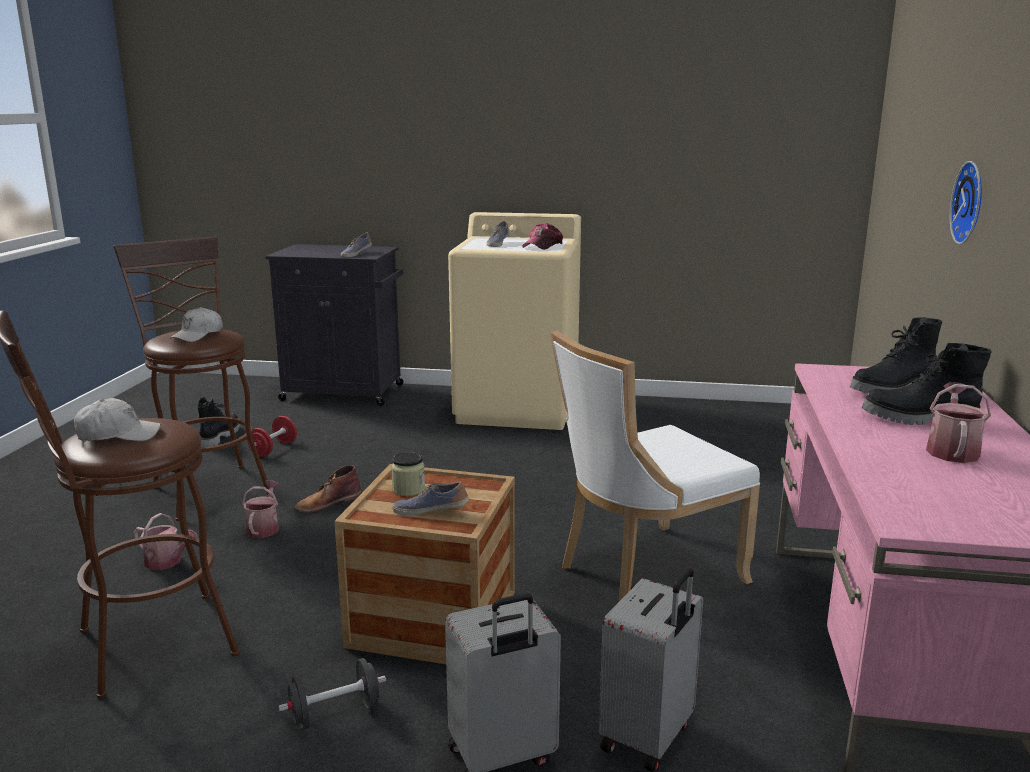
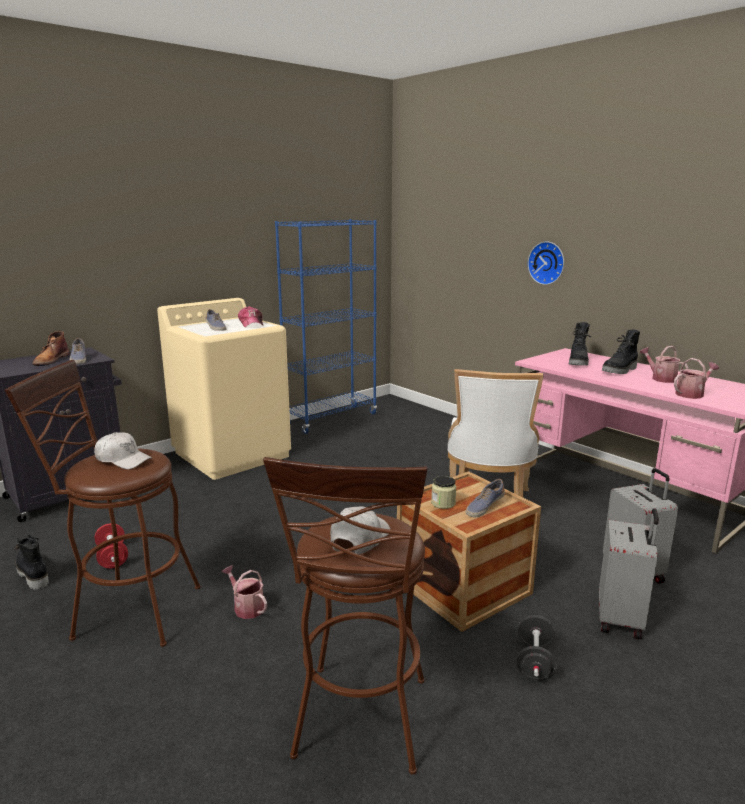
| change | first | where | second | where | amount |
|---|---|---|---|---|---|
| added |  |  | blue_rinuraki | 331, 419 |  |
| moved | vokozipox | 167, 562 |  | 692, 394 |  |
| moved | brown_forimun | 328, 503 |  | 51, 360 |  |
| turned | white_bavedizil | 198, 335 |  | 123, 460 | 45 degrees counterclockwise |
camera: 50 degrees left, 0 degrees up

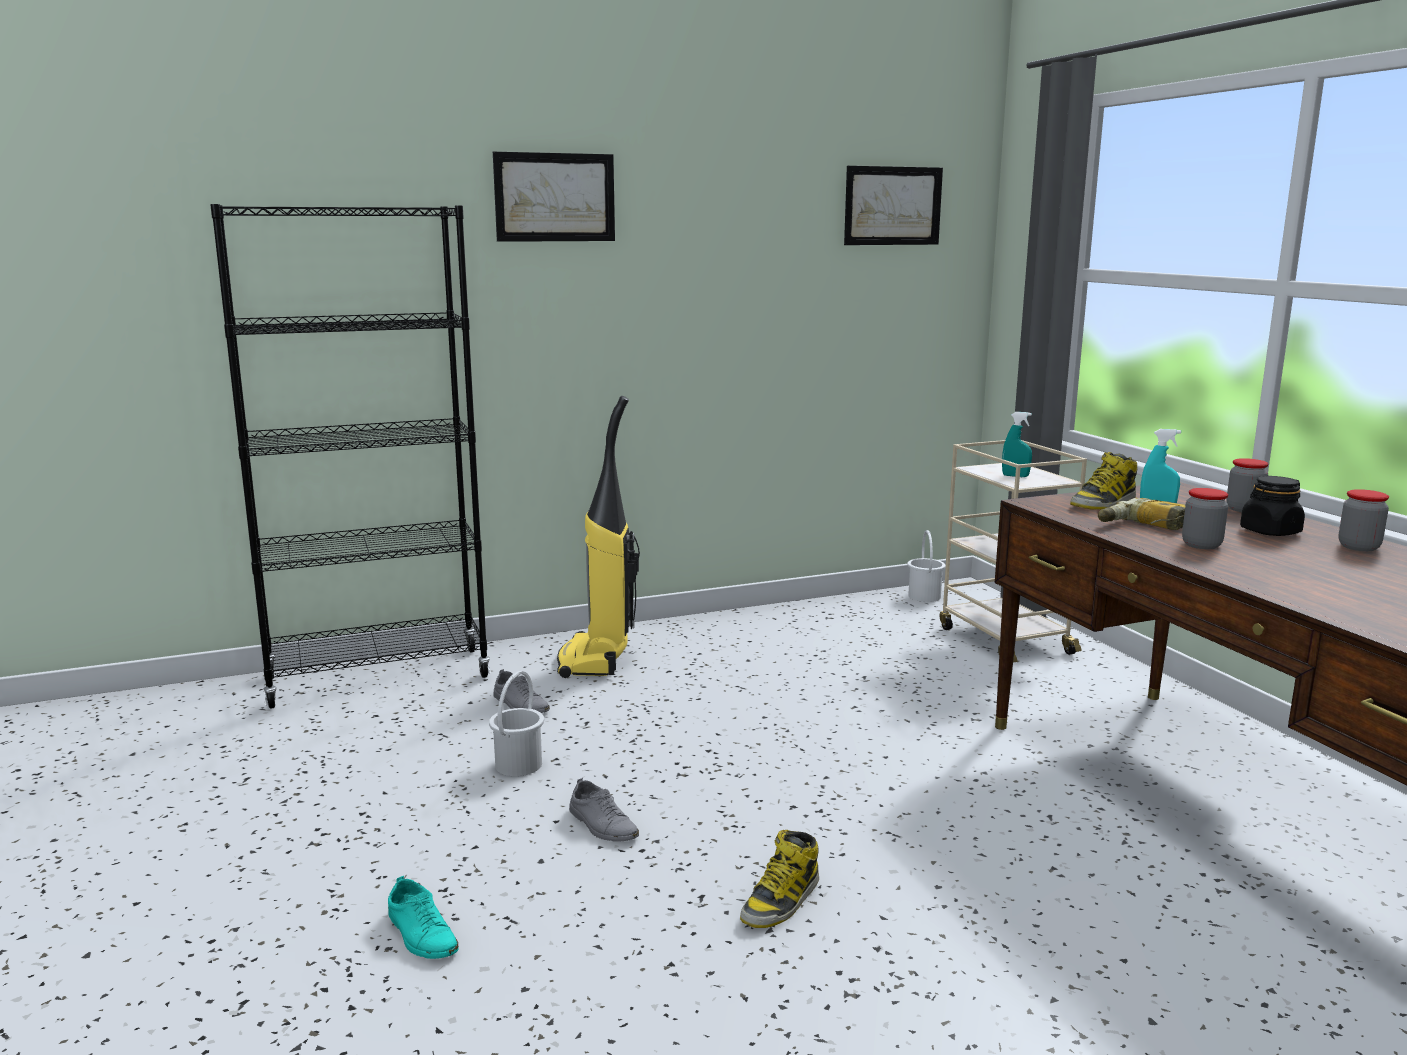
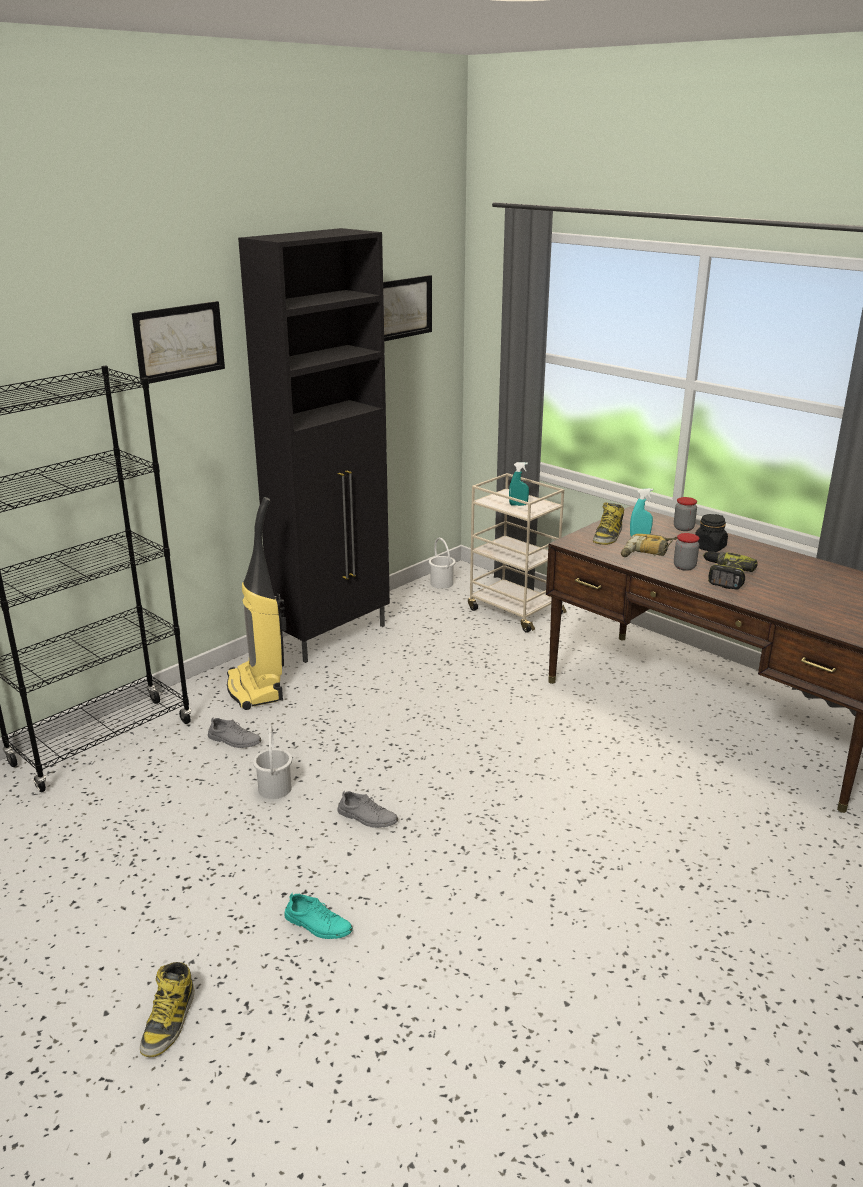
| change | first | where | second | where | amount |
|---|---|---|---|---|---|
| removed | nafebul | 1358, 547 |  |  |  |
| added |  |  | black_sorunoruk | 333, 636 |  |
| added |  |  | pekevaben | 724, 576 |  |
| moved | forimun | 781, 901 |  | 169, 1021 |  |
camera: 25 degrees left, 10 degrees up

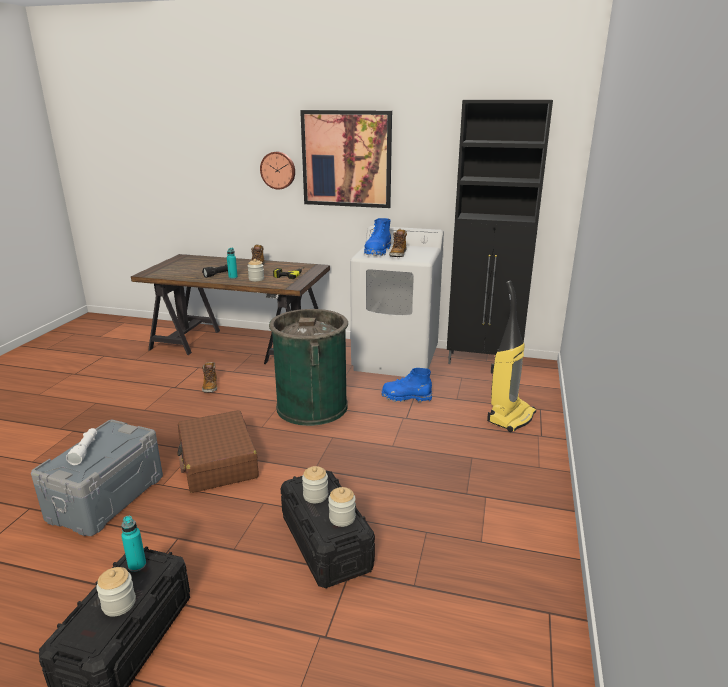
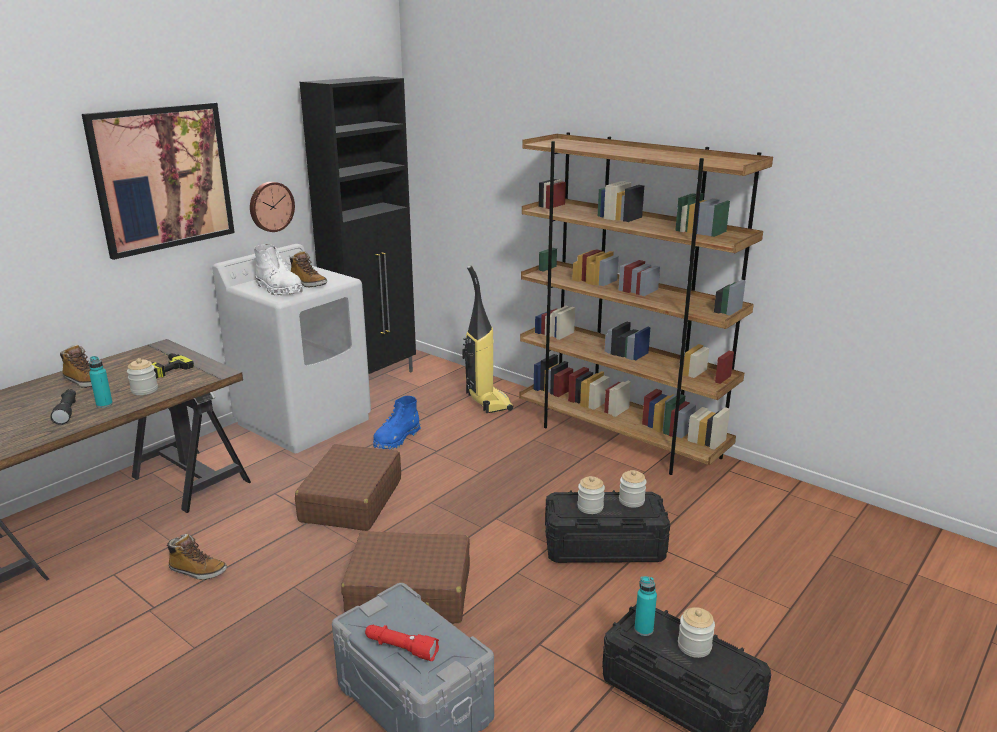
| change | first | where | second | where | amount |
|---|---|---|---|---|---|
| added |  |  | brown_rinuraki | 621, 439 |  |
| moved | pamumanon | 278, 170 |  | 270, 206 |  |
| replaced | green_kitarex | 312, 406 | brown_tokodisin | 351, 500 |  |
| recoloured | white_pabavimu | 85, 450 | red_pabavimu | 401, 648 |  |
| recoloured | blue_forimun | 377, 251 | white_forimun | 279, 289 |  |
camera: 65 degrees left, 0 degrees up

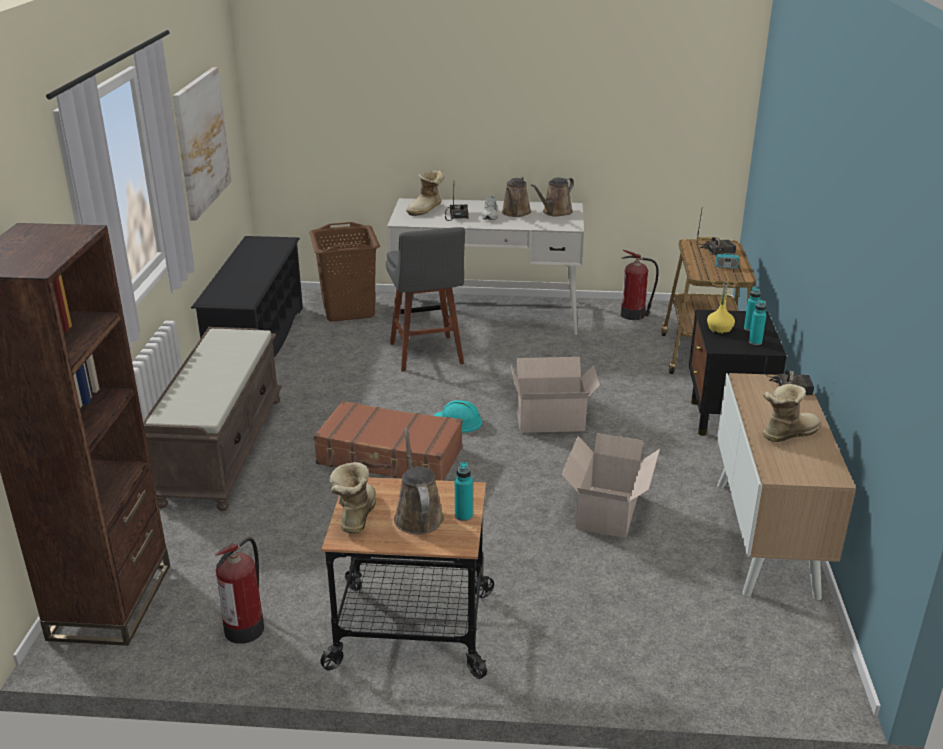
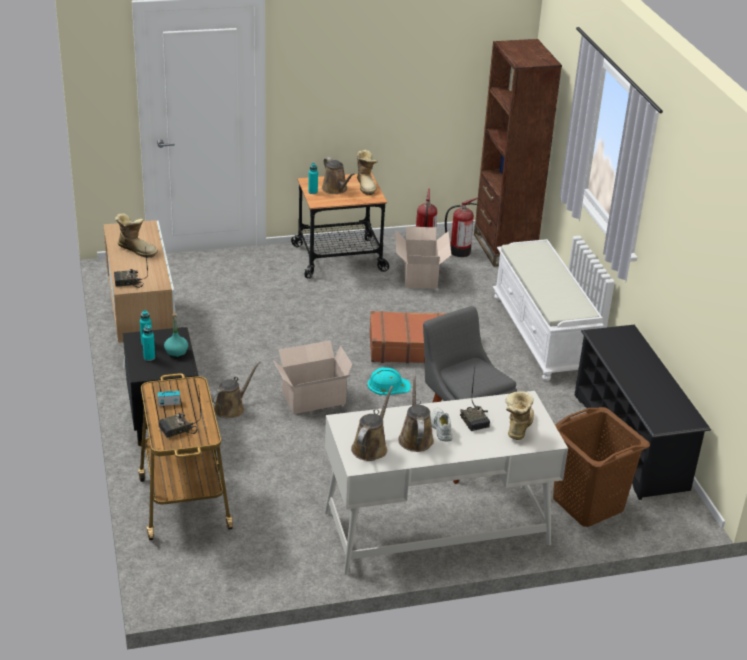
| change | first | where | second | where | amount |
|---|---|---|---|---|---|
| removed | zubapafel | 201, 142 |  |  |  |
| added |  |  | brown_vokozipox | 231, 408 |  |
| moved | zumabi | 606, 513 |  | 420, 274 |  |
| moved | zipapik | 634, 315 |  | 458, 252 |  |
| recoloured | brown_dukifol | 222, 448 | white_dukifol | 542, 335 |  |
| recoloured | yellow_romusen | 719, 329 | turquoise_romusen | 176, 352 |  |
| turned | forimun | 786, 433 |  | 137, 249 | 105 degrees counterclockwise |
camera: 160 degrees right, 5 degrees up

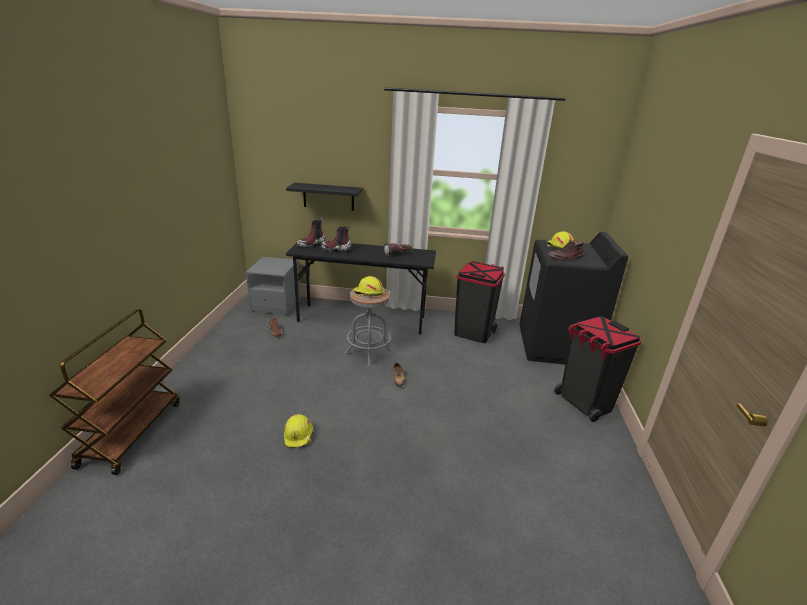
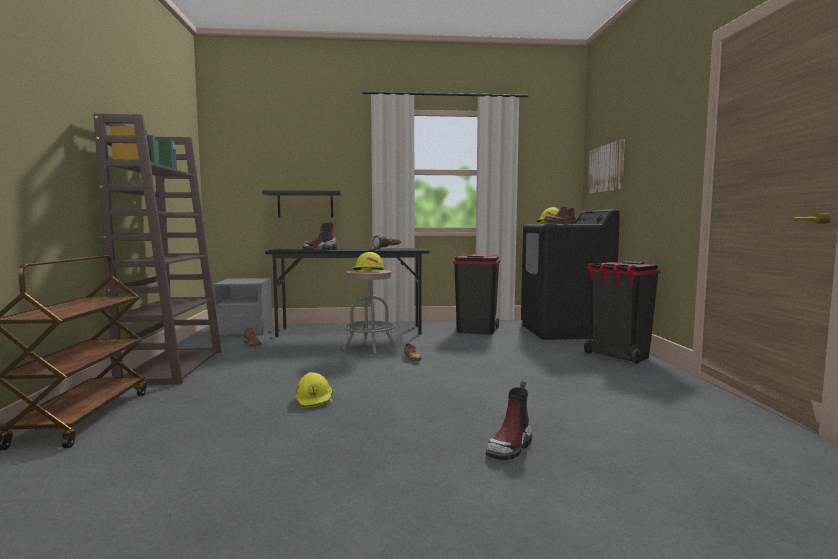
| change | first | where | second | where | amount |
|---|---|---|---|---|---|
| added |  |  | brown_rinuraki | 172, 366 |  |
| added |  |  | zubapafel | 606, 168 |  |
| moved | forimun | 311, 245 |  | 510, 447 |  |
camera: 10 degrees left, 20 degrees down

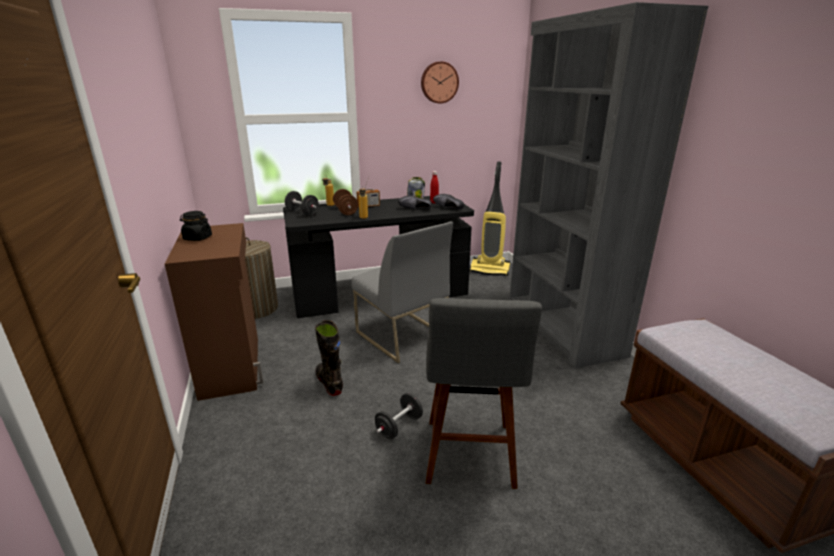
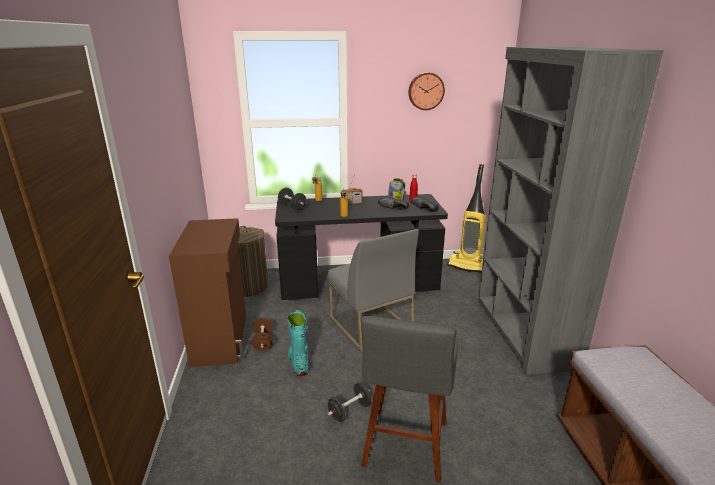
| change | first | where | second | where | amount |
|---|---|---|---|---|---|
| removed | black_nafebul | 197, 238 |  |  |  |
| moved | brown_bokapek | 345, 211 |  | 263, 342 |  |
| recoloured | black_forimun | 329, 383 | turquoise_forimun | 298, 364 |  |
camera: 10 degrees right, 0 degrees up

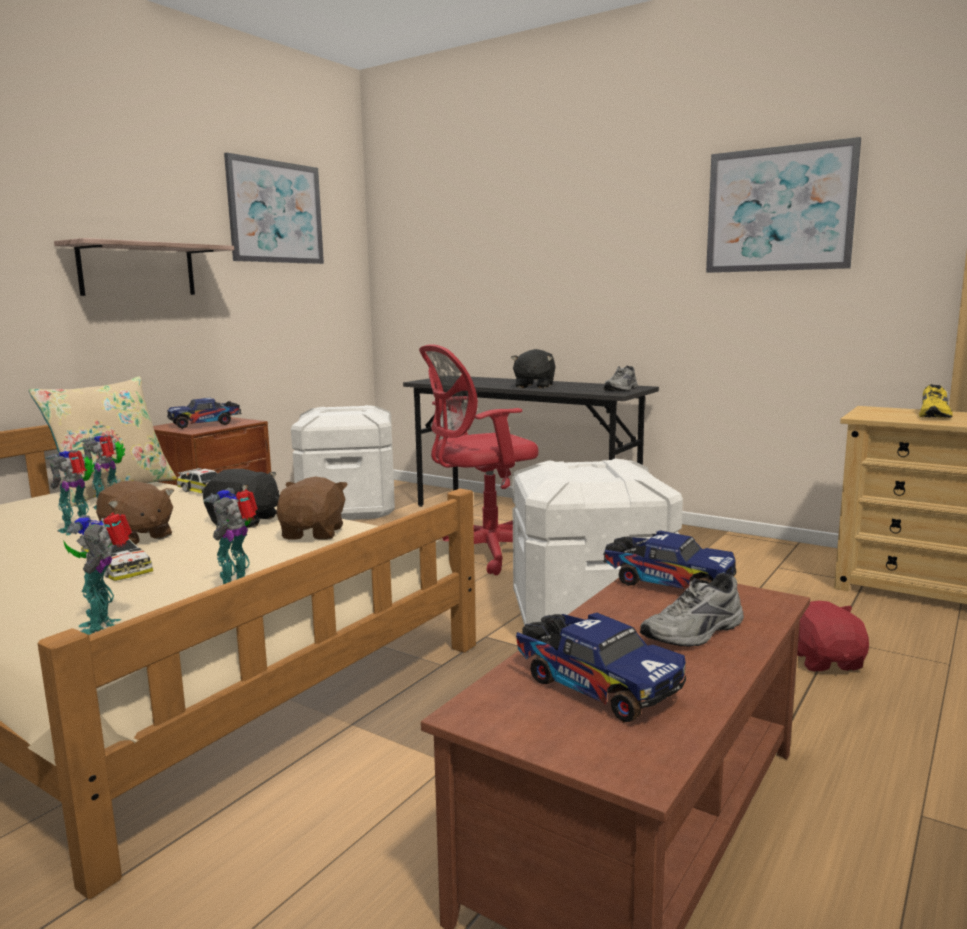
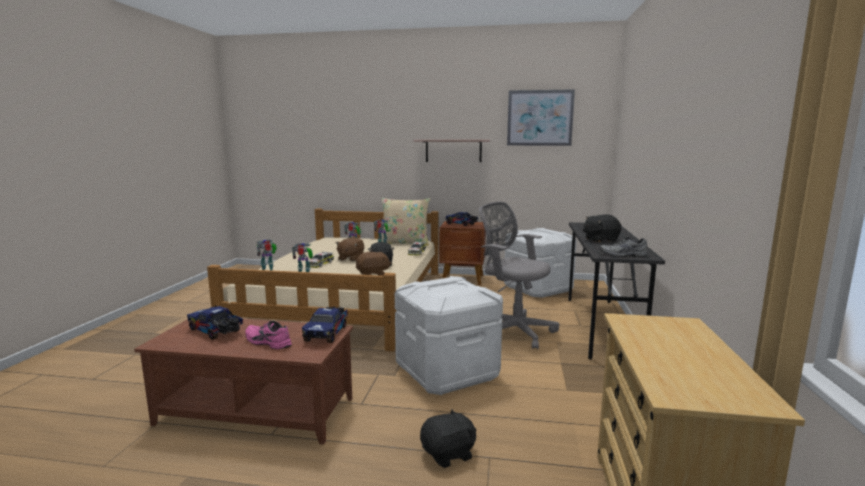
| change | first | where | second | where | amount |
|---|---|---|---|---|---|
| removed | zubapafel | 779, 209 |  |  |  |
| removed | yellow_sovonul | 935, 415 |  |  |  |
| recoloured | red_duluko | 484, 554 | grey_duluko | 513, 330 |  |
| recoloured | grey_sovonul | 696, 633 | pink_sovonul | 266, 342 |  |
| recoloured | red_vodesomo | 826, 661 | black_vodesomo | 448, 454 |  |
| turned | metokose | 594, 685 |  | 216, 332 | 105 degrees clockwise |
camera: 65 degrees right, 0 degrees up

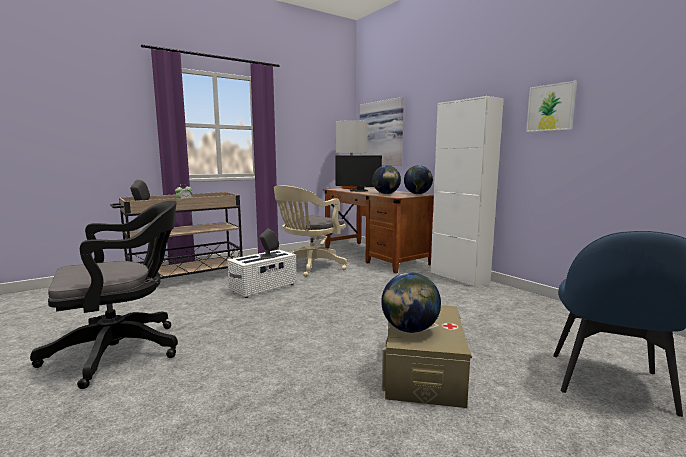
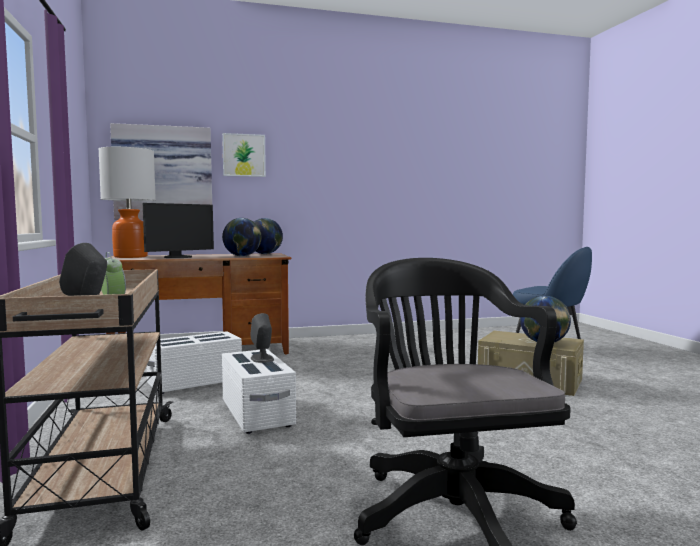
| change | first | where | second | where | amount |
|---|---|---|---|---|---|
| removed | white_sorunoruk | 459, 277 |  |  |  |
| moved | zubapafel | 551, 107 |  | 244, 155 |  |
| replaced | beige_duluko | 309, 267 | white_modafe | 194, 383 |  |
camera: 70 degrees left, 5 degrees down

